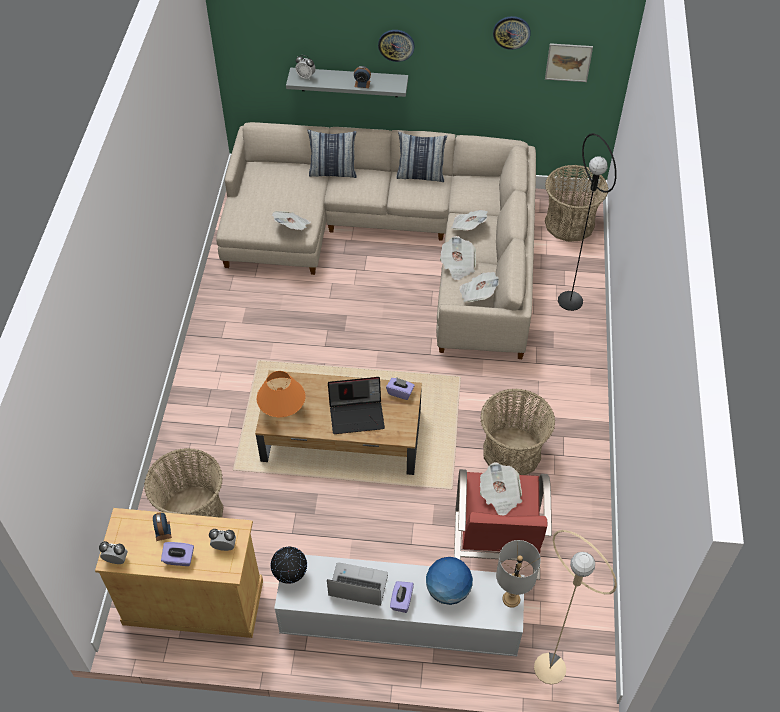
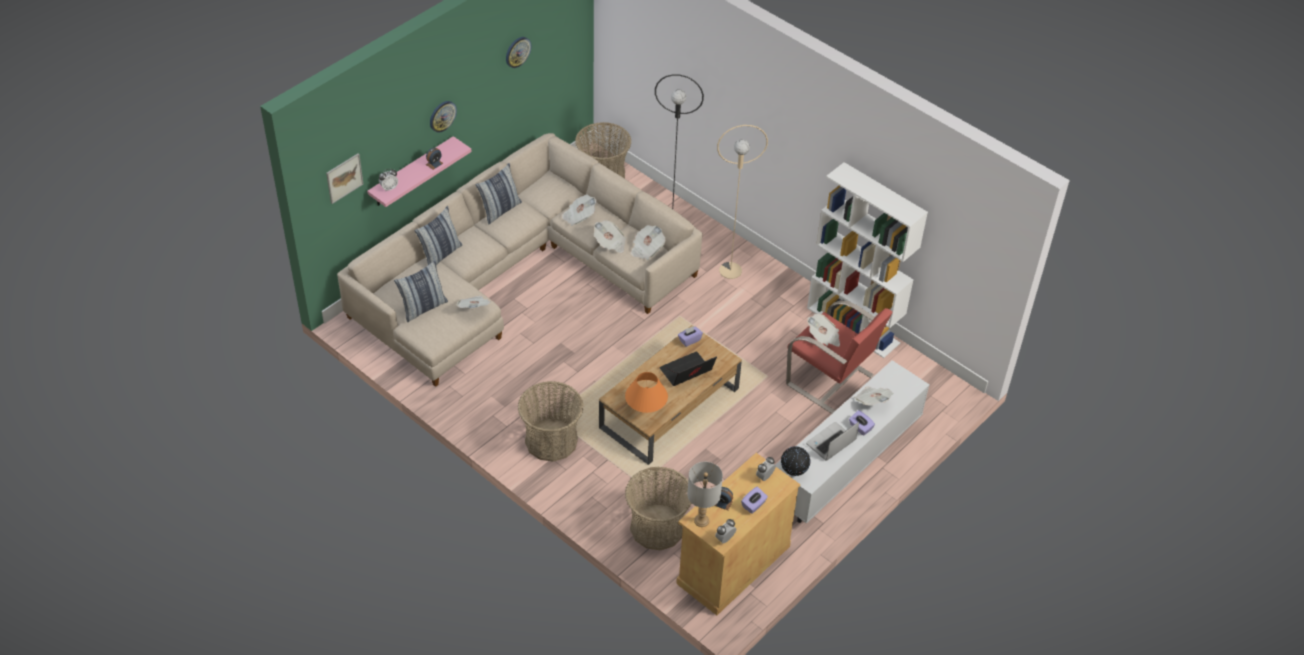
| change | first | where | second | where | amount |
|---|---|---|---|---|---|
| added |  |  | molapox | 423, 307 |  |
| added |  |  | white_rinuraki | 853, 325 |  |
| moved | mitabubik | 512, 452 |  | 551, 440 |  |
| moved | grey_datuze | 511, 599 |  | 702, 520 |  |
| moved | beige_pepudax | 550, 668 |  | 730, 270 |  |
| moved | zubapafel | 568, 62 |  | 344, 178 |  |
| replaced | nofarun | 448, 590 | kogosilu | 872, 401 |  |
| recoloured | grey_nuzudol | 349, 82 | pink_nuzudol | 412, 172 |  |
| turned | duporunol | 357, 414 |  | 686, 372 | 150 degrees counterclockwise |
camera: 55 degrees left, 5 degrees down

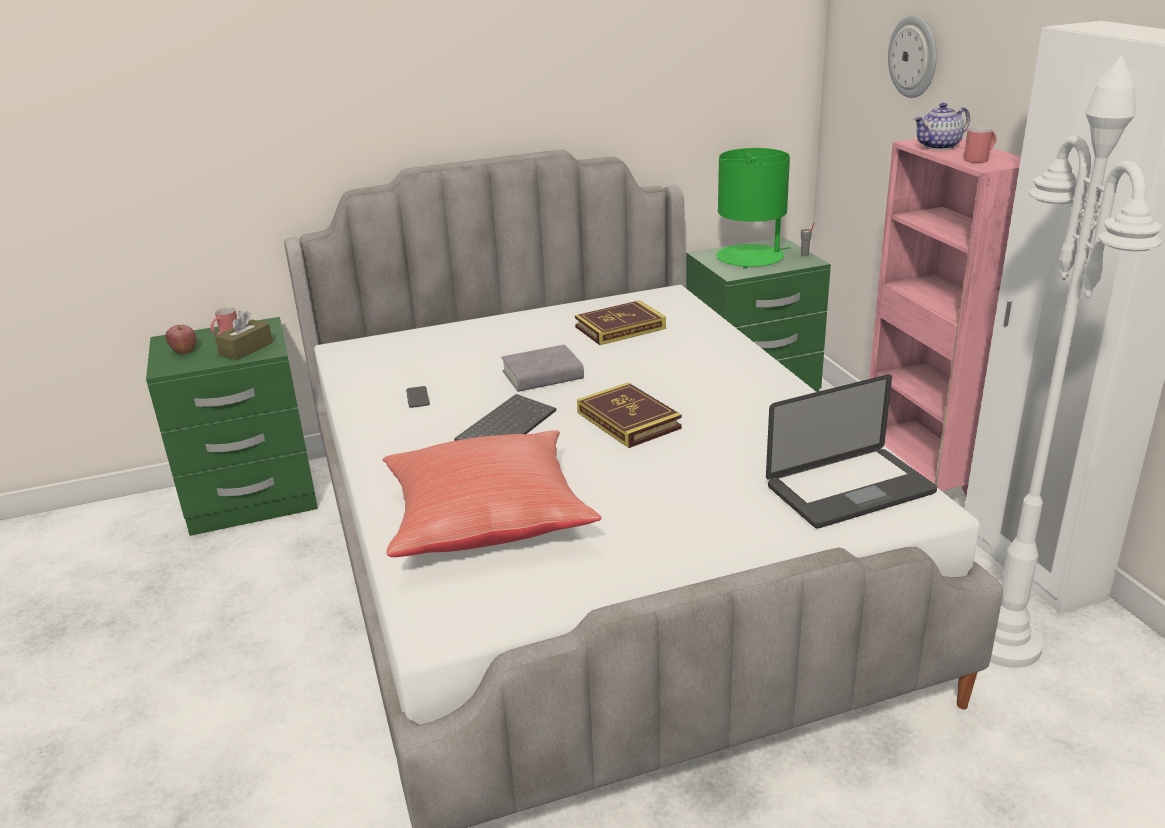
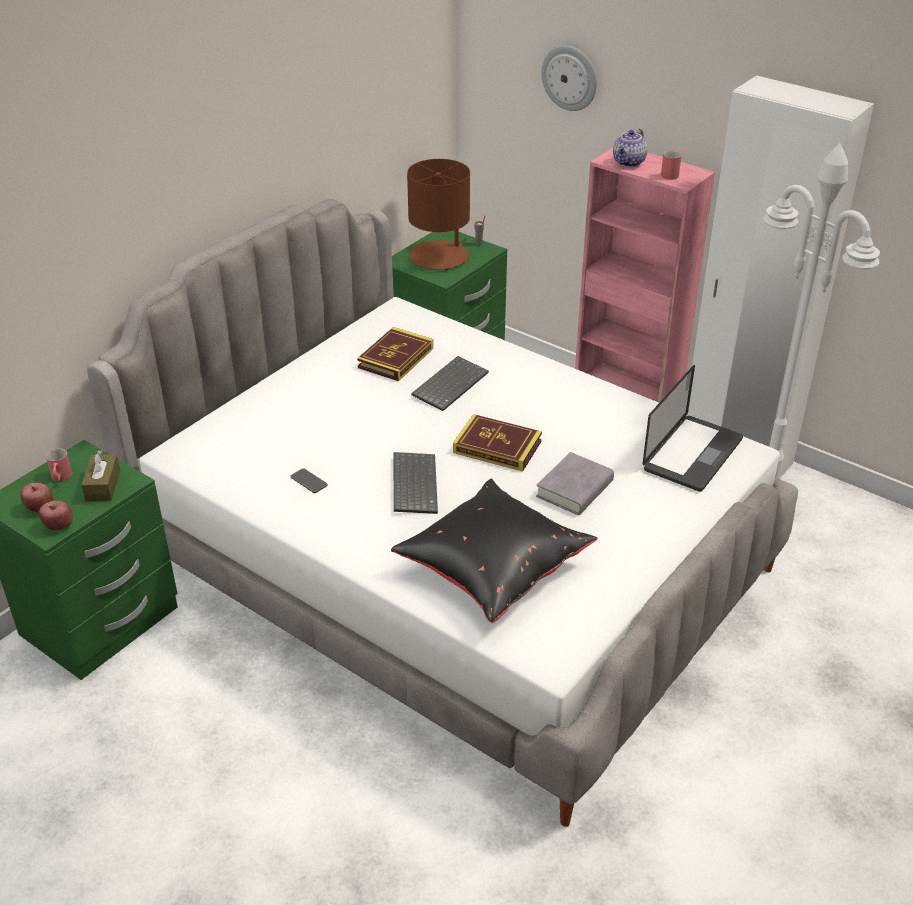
| change | first | where | second | where | amount |
|---|---|---|---|---|---|
| added |  |  | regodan | 59, 526 |  |
| added |  |  | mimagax | 449, 384 |  |
| moved | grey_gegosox | 542, 375 |  | 574, 489 |  |
| recoloured | red_molapox | 486, 521 | black_molapox | 492, 568 |  |
| recoloured | green_datuze | 751, 257 | brown_datuze | 439, 256 |  |
camera: 35 degrees left, 10 degrees up

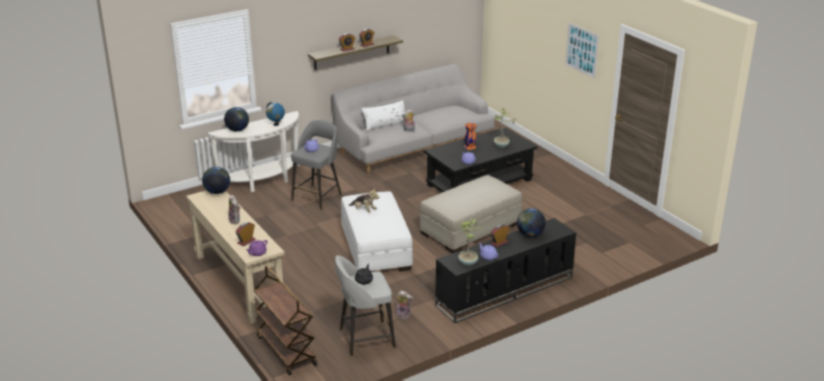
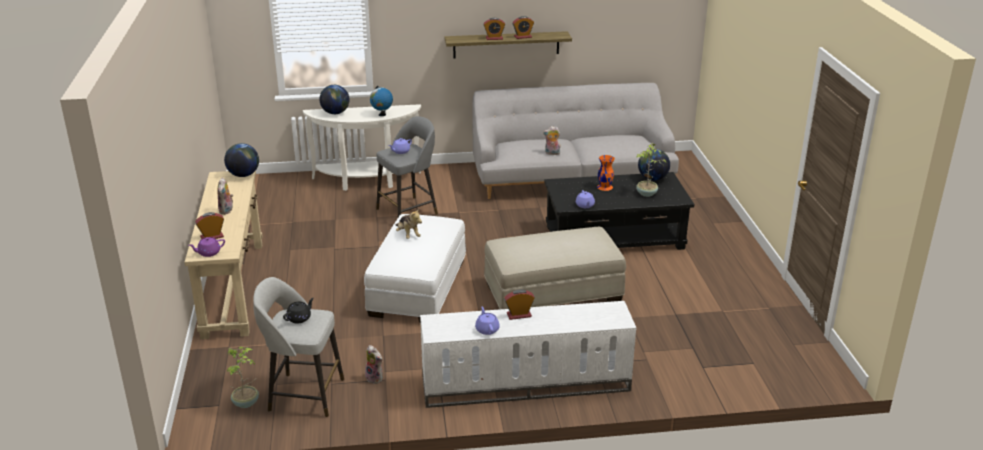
| change | first | where | second | where | amount |
|---|---|---|---|---|---|
| removed | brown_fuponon | 285, 350 |  |  |  |
| removed | white_molapox | 385, 124 |  |  |  |
| removed | zubapafel | 581, 50 |  |  |  |
| moved | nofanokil | 468, 262 |  | 246, 403 |  |
| moved | nofarun | 530, 235 |  | 652, 178 |  |
| recoloured | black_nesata | 504, 292 | white_nesata | 524, 385 |  |
camera: 25 degrees right, 0 degrees up

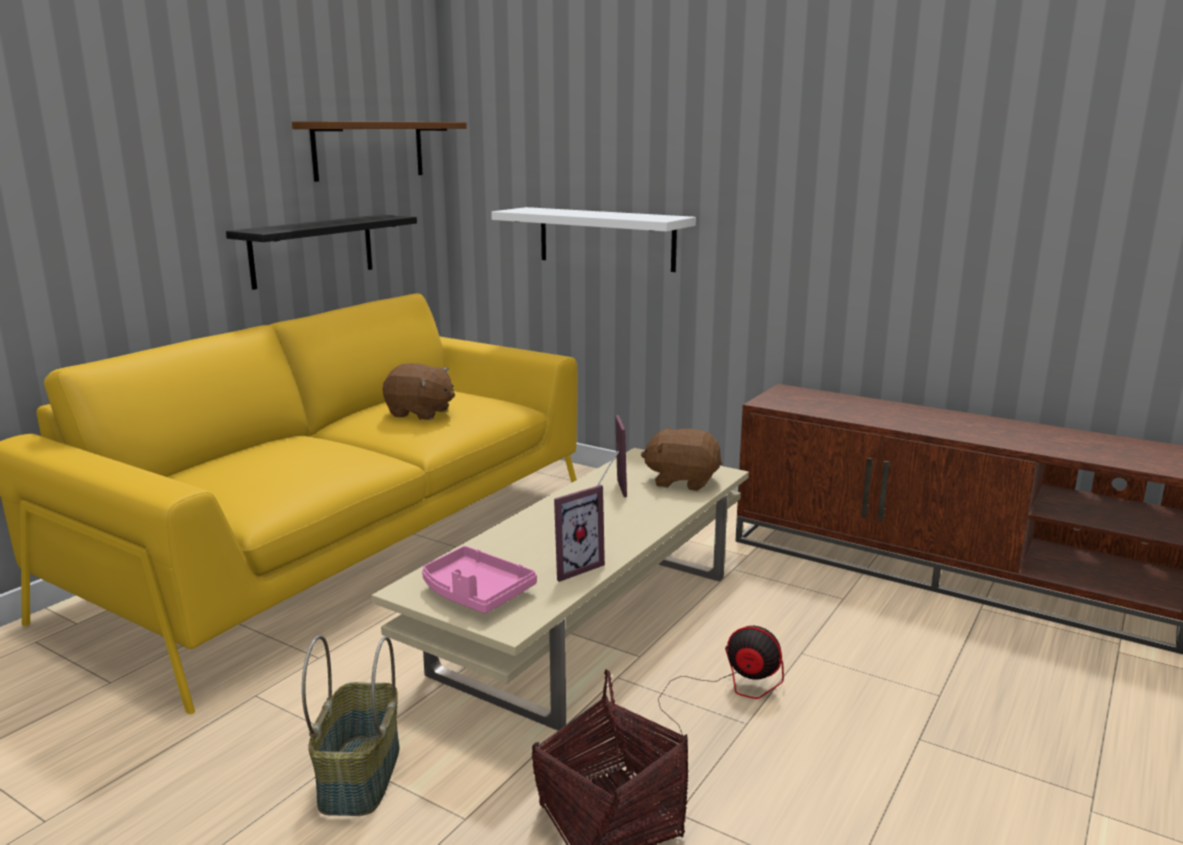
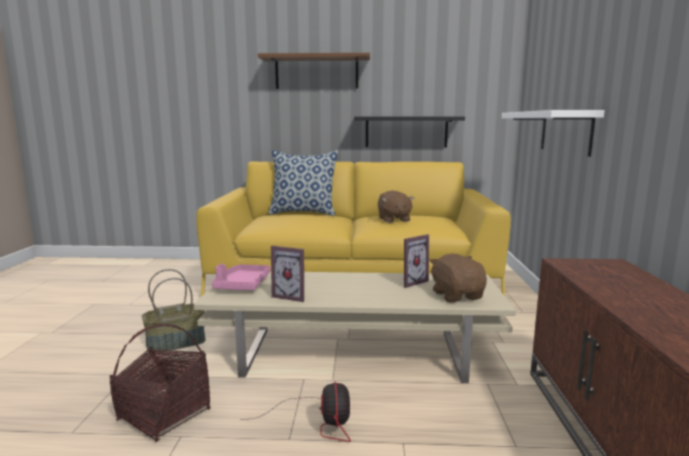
| change | first | where | second | where | amount |
|---|---|---|---|---|---|
| added |  |  | molapox | 303, 213 |  |
| moved | brown_nuzudol | 369, 150 |  | 316, 72 |  |
camera: 60 degrees right, 5 degrees down

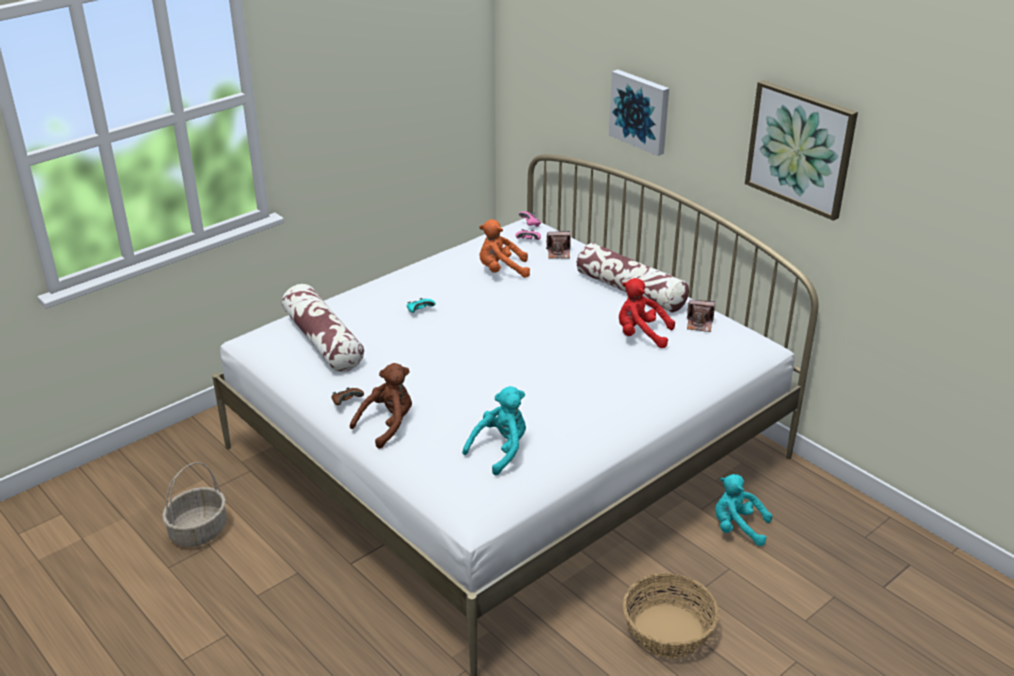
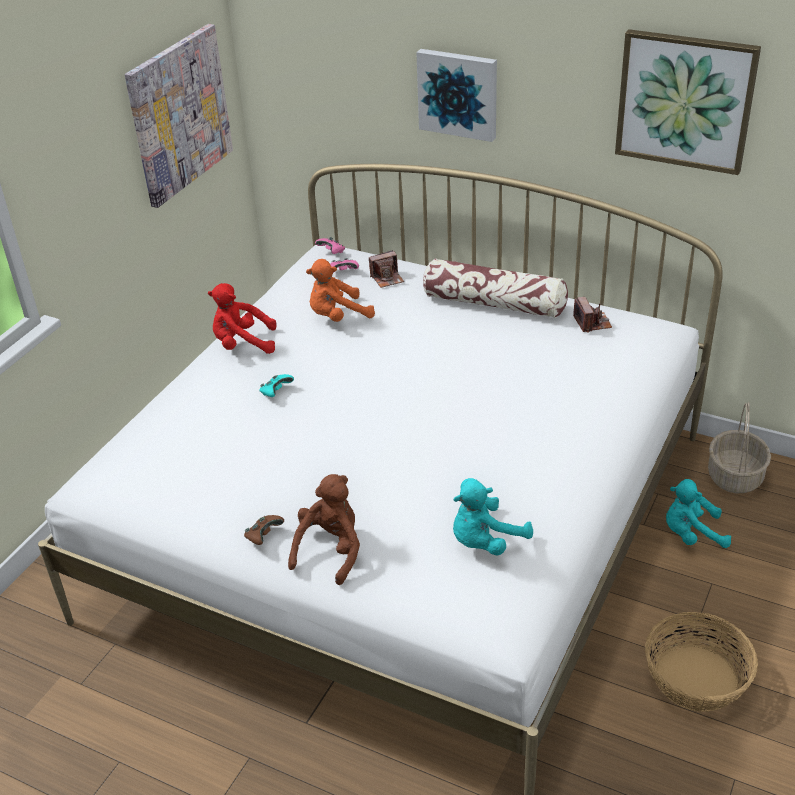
| change | first | where | second | where | amount |
|---|---|---|---|---|---|
| removed | molapox | 323, 341 |  |  |  |
| added |  |  | zubapafel | 179, 114 |  |
| moved | mitabubik | 198, 532 |  | 735, 477 |  |
| moved | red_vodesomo | 641, 335 |  | 242, 344 |  |
| turned | turquoise_vodesomo | 500, 450 |  | 485, 541 | 150 degrees counterclockwise |
| turned | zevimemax | 699, 324 |  | 592, 323 | 90 degrees counterclockwise |
camera: 20 degrees left, 5 degrees up

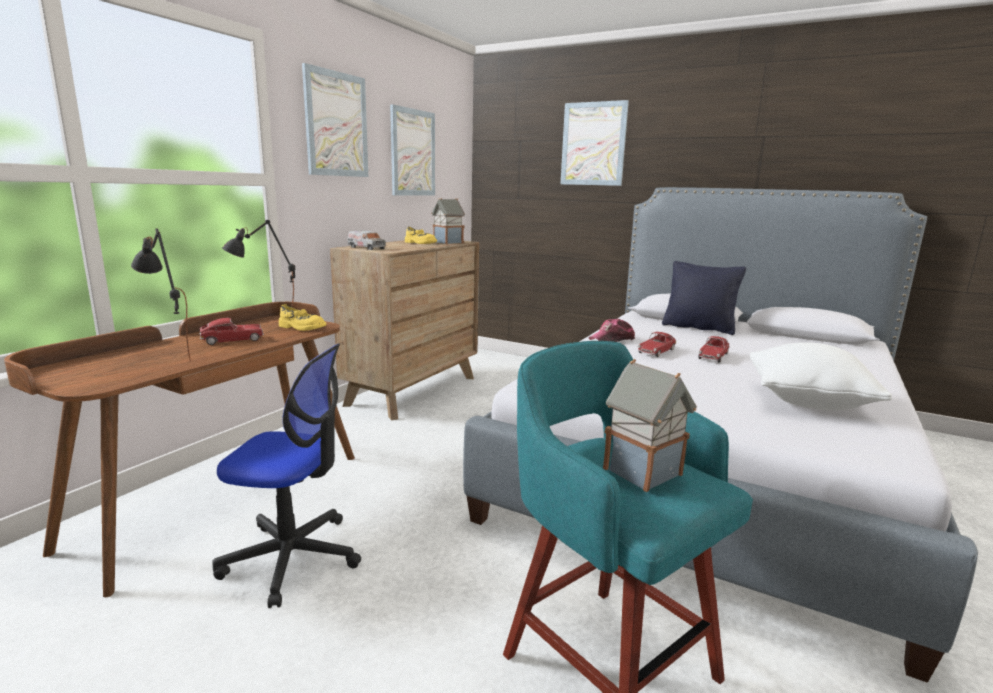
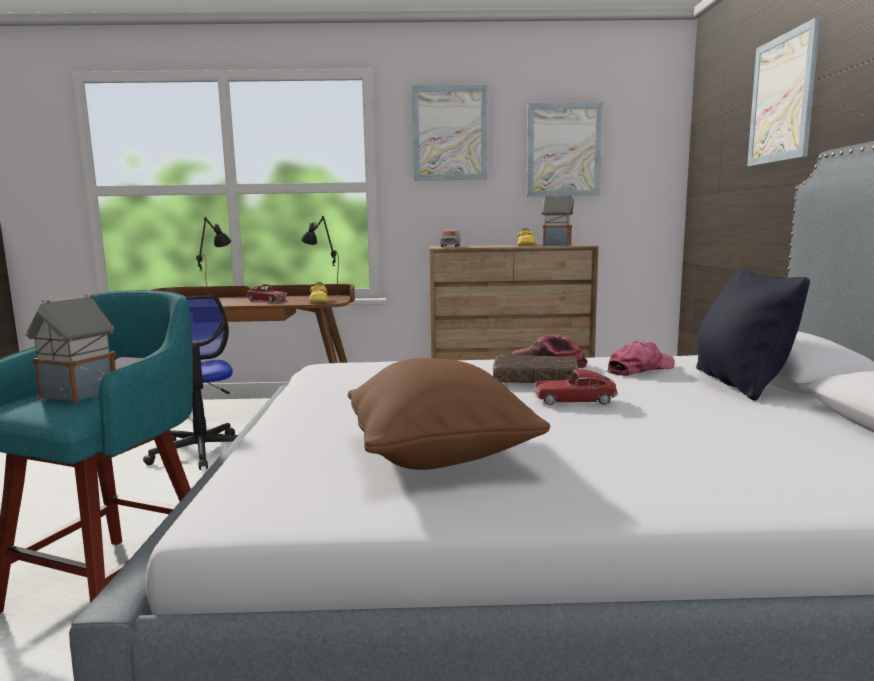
| change | first | where | second | where | amount |
|---|---|---|---|---|---|
| added |  |  | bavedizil | 640, 369 |  |
| replaced | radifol | 656, 351 | brown_gegosox | 535, 379 |  |
| recoloured | white_molapox | 807, 402 | brown_molapox | 439, 456 |  |
camera: 60 degrees right, 5 degrees down

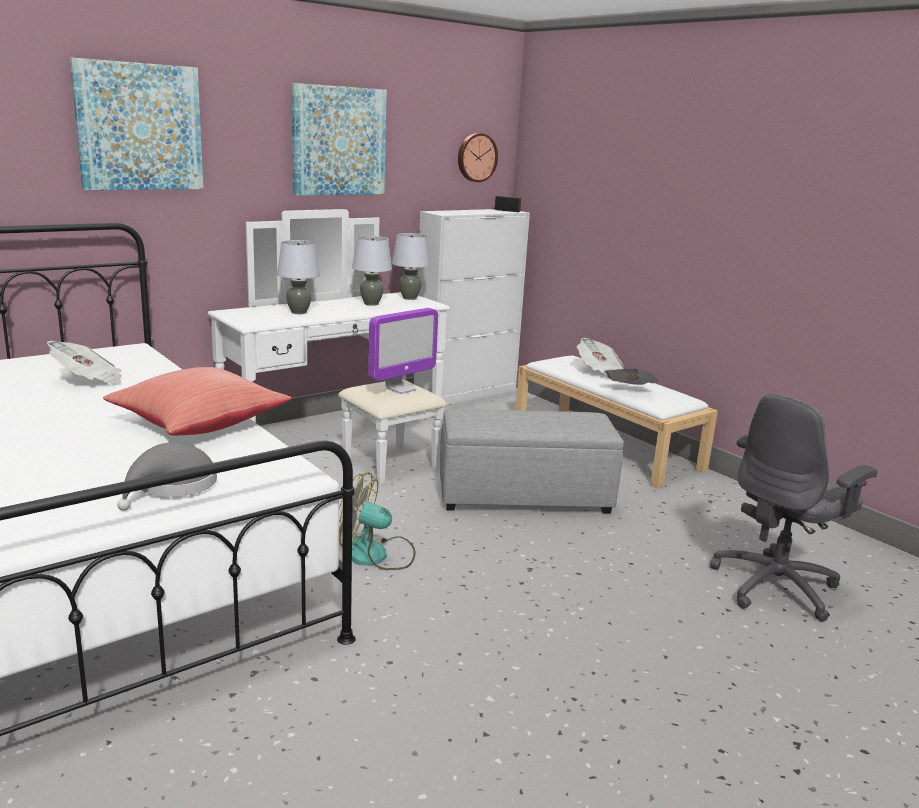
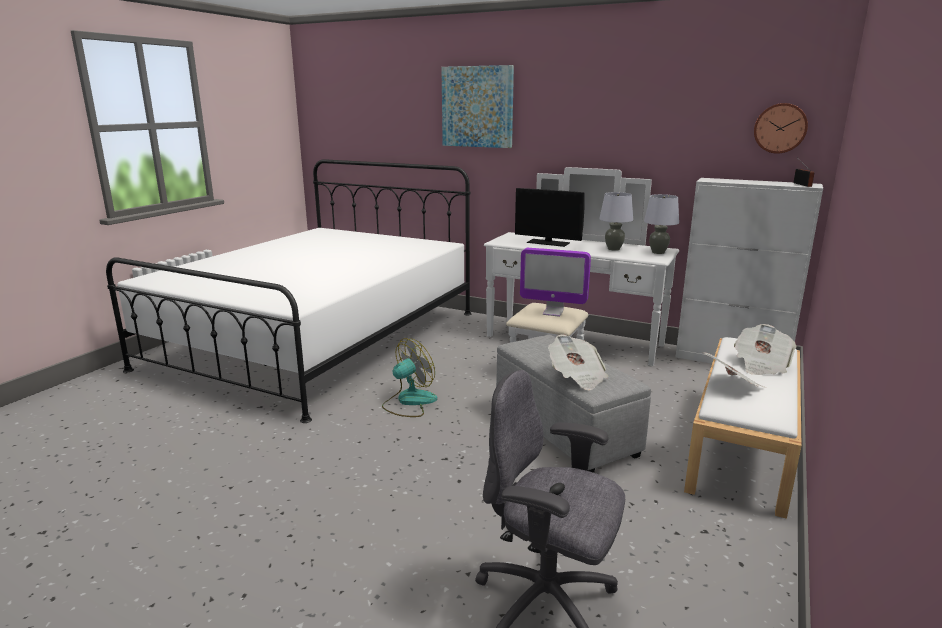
| change | first | where | second | where | amount |
|---|---|---|---|---|---|
| removed | red_molapox | 198, 425 |  |  |  |
| removed | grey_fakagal | 172, 486 |  |  |  |
| removed | zubapafel | 338, 141 |  |  |  |
| moved | kogosilu | 89, 381 |  | 577, 377 |  |
| replaced | grey_datuze | 298, 312 | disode | 548, 242 |  |
| turned | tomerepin | 375, 555 |  | 409, 402 | 60 degrees clockwise |
camera: 65 degrees right, 0 degrees up

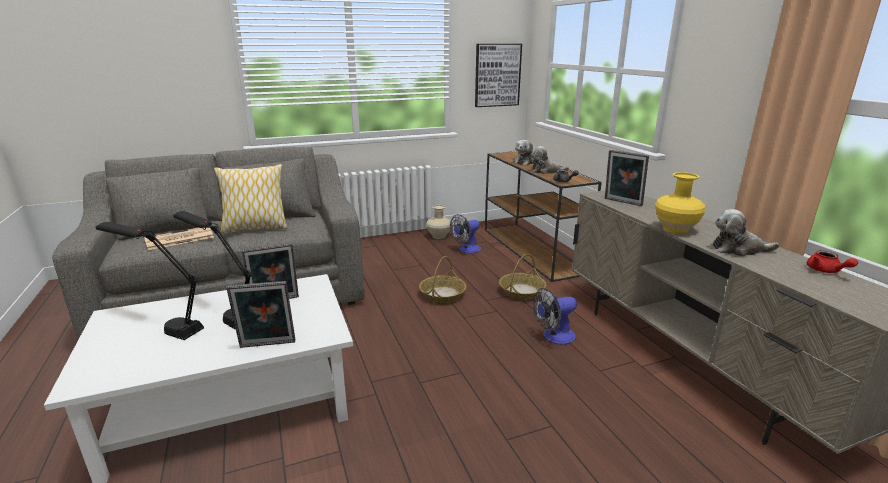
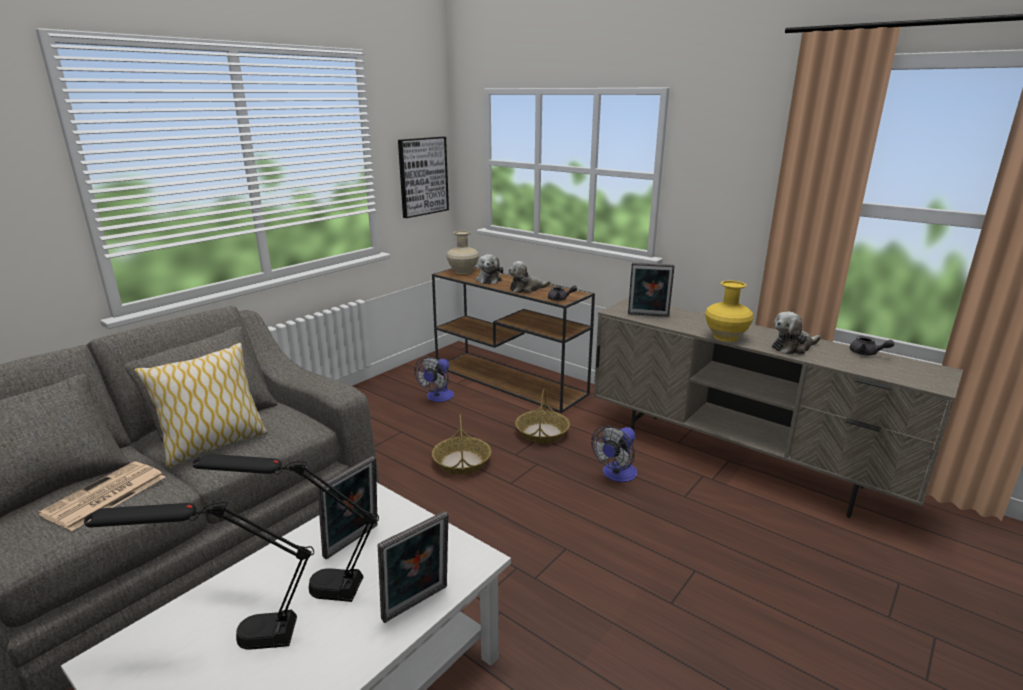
| change | first | where | second | where | amount |
|---|---|---|---|---|---|
| moved | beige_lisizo | 439, 236 |  | 463, 271 |  |
| recoloured | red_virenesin | 826, 271 | grey_virenesin | 866, 353 |  |
camera: 30 degrees left, 0 degrees up

